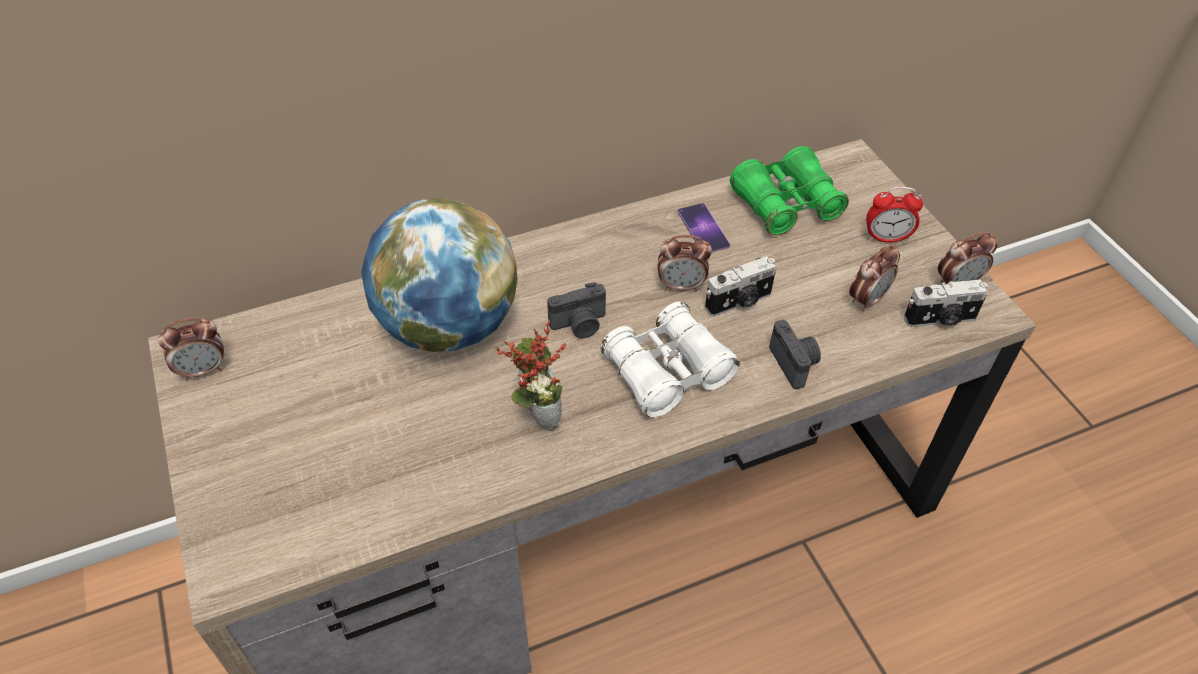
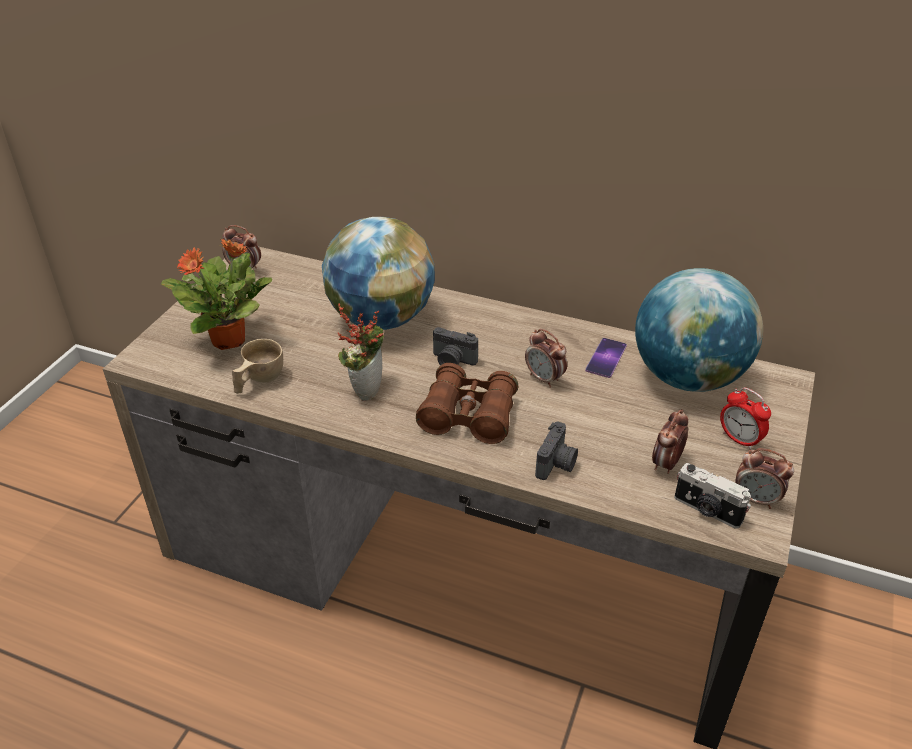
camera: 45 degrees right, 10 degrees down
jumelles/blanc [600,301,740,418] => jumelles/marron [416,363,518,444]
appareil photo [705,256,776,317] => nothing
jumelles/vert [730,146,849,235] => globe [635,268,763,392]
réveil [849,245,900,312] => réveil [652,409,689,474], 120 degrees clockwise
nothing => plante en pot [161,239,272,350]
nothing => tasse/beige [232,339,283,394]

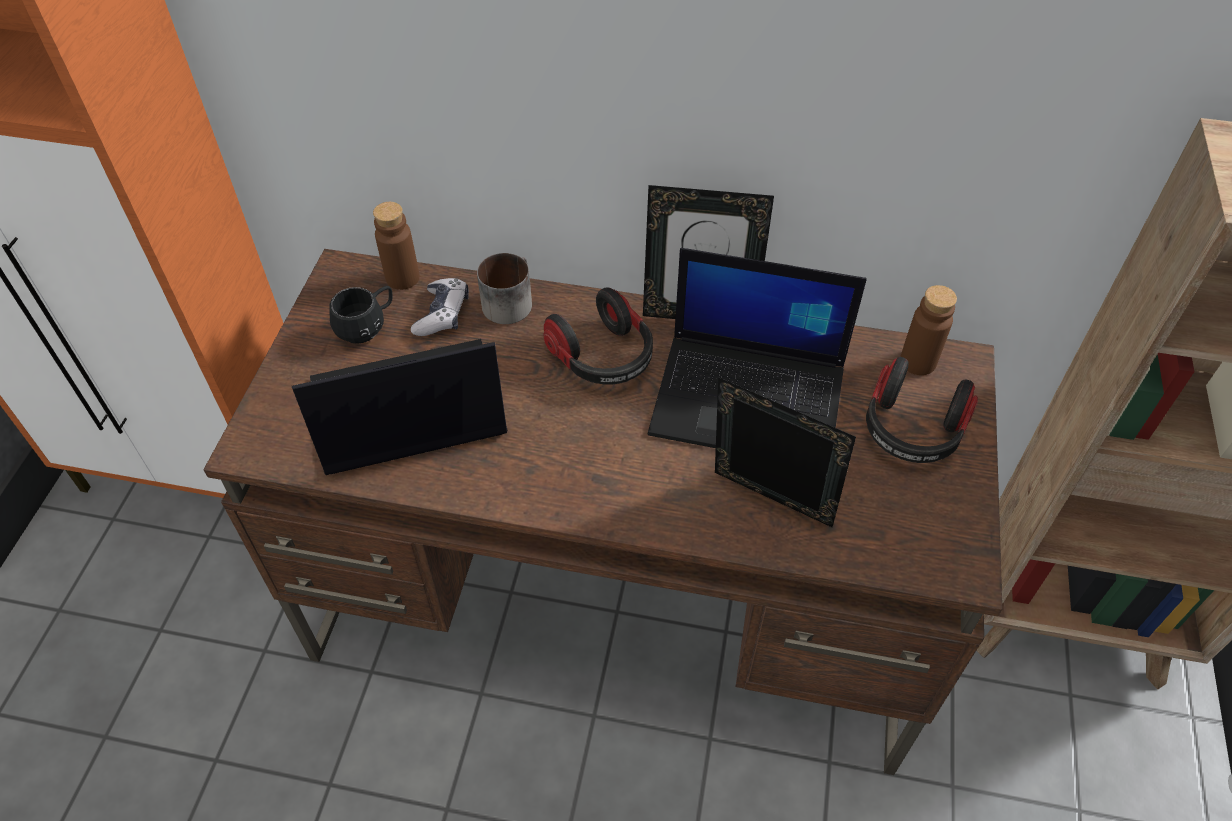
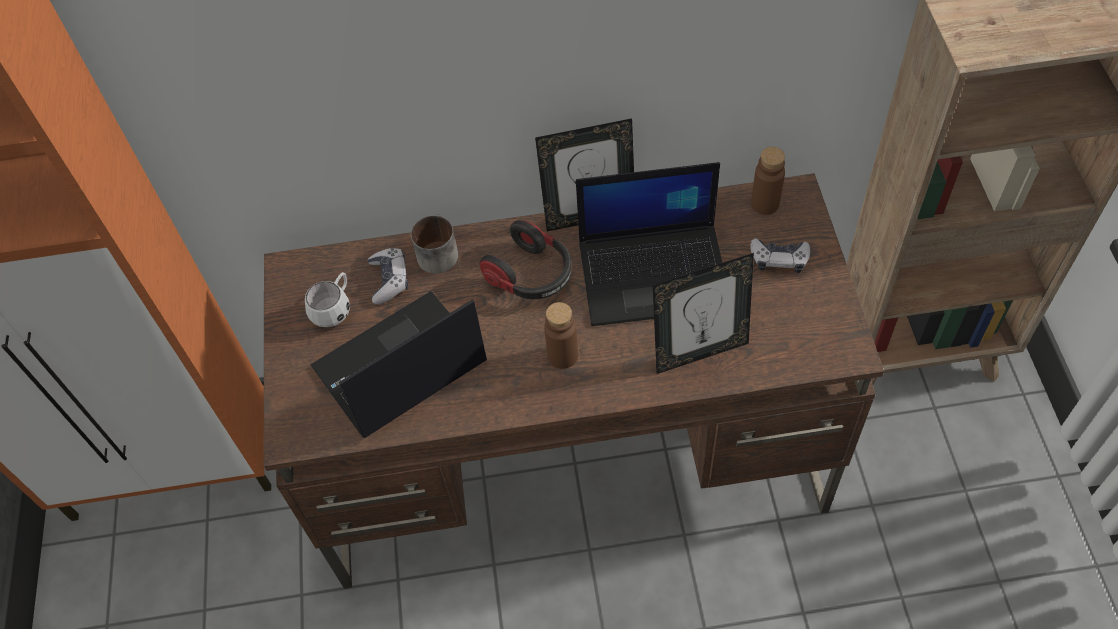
camera: 15 degrees left, 5 degrees up
mug/noir [330,286,393,344] => mug/blanc [305,272,350,327]
bouteille/marron [373,202,420,290] => bouteille/marron [544,302,578,369], relocated
cadre photo [715,377,856,527] => cadre photo [653,253,754,374], 150 degrees clockwise
casque audio [866,357,978,463] => manette [750,238,810,273]

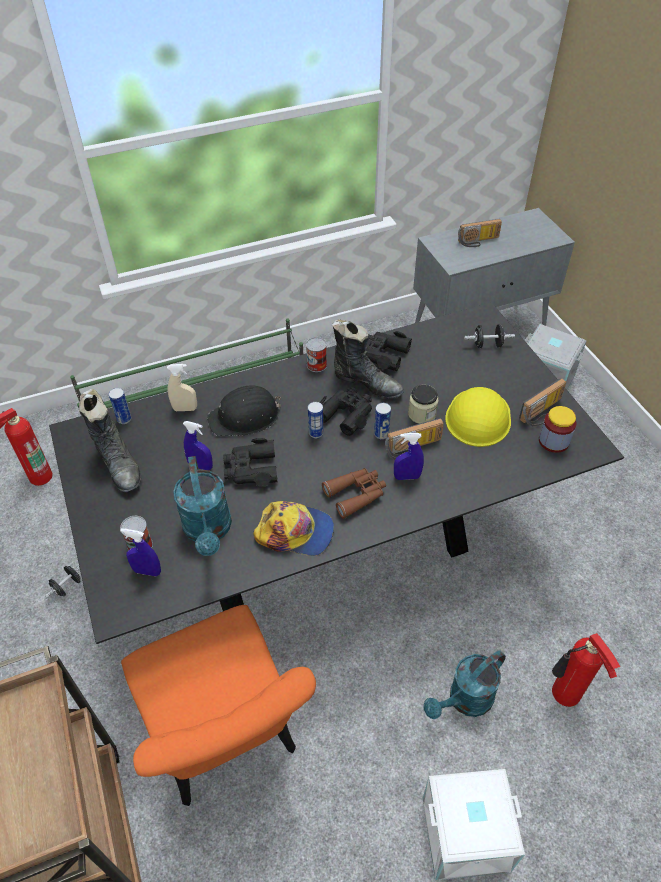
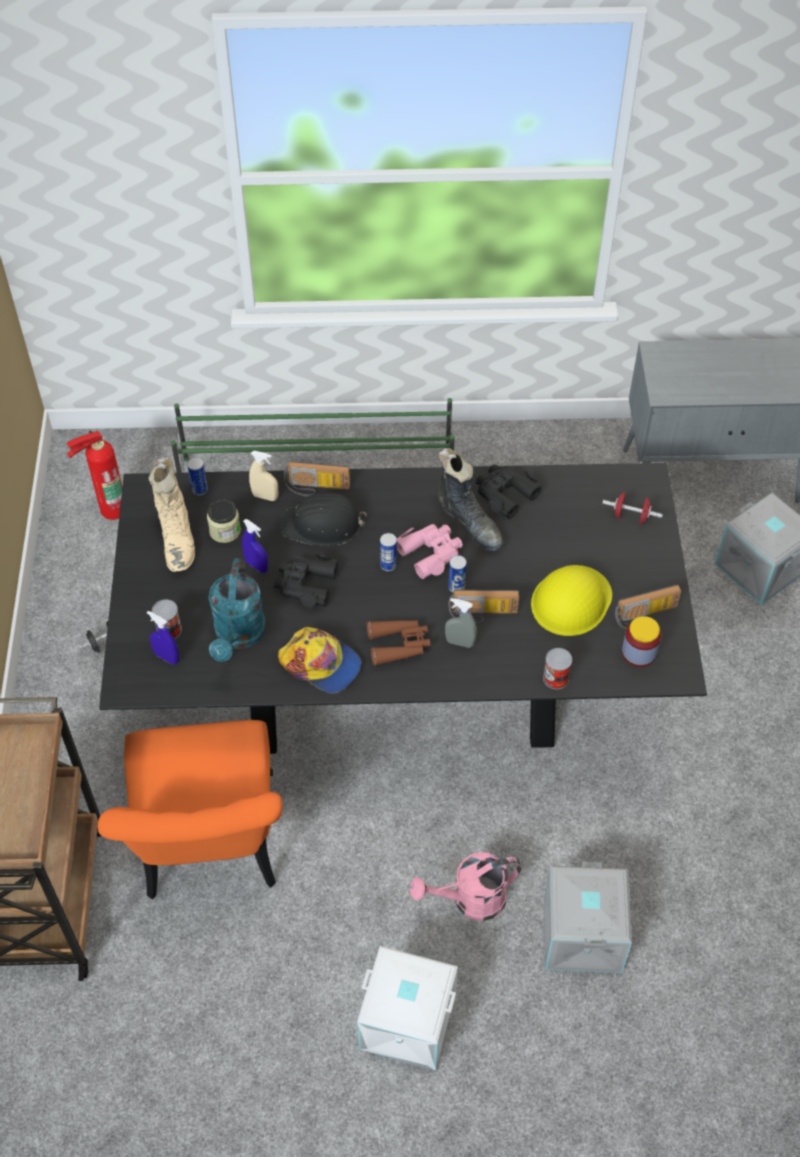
camera: 20 degrees right, 5 degrees up
botte/noir [79,389,141,492] => botte/beige [148,457,195,572]
boîte métallique [306,337,327,372] => boîte métallique [543,648,572,689], relocated
jumelles/noir [319,387,372,436] => jumelles/rose [397,524,463,579]
vaporisateur/bleu [394,433,424,480] => vaporisateur/gris [445,598,477,648]
bocal [408,385,438,424] => bocal [207,499,241,543], relocated
arrosoir/turquoise [424,650,506,719] => arrosoir/rose [410,852,522,921]
radio [458,219,502,247] => radio [284,461,350,497], relocated
haltère/noir [464,324,515,348] => haltère/rouge [602,492,663,525]
extincteur [552,633,621,707] => boîte de rangement/gris [544,862,632,973]

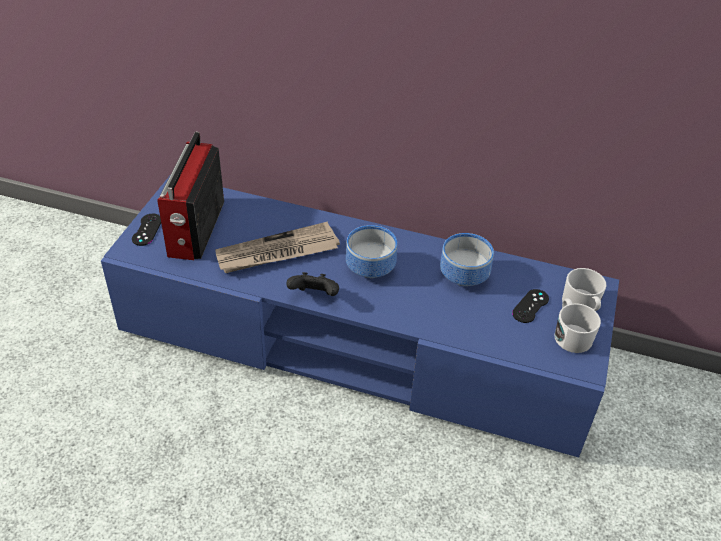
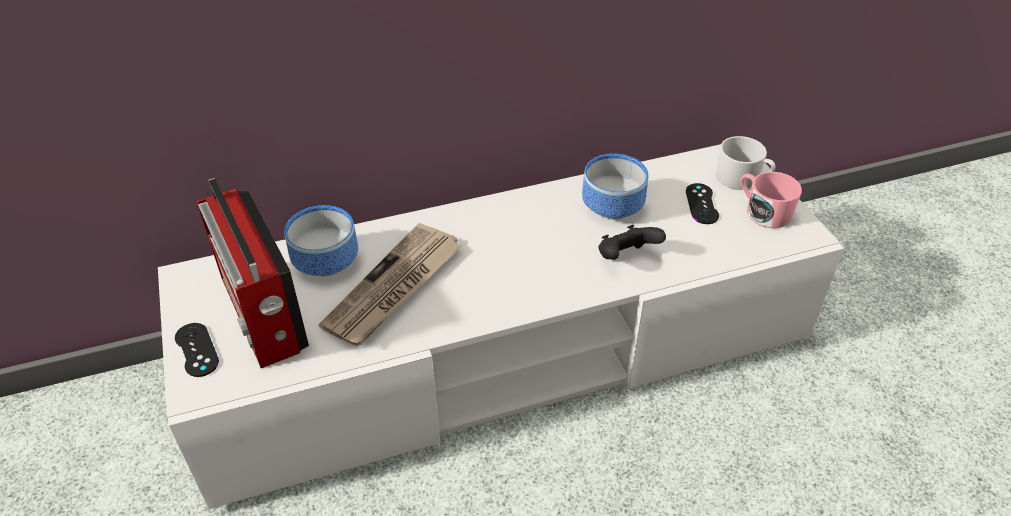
camera: 35 degrees left, 0 degrees up
meuble télé/bleu [101,176,619,457] => meuble télé/blanc [158,144,844,509]
manette/noir [286,272,339,296] => manette/noir [598,225,666,260], relocated
bol [346,225,397,278] => bol [284,205,358,276], relocated
mug/blanc [555,298,601,353] => mug/rose [740,172,802,228]

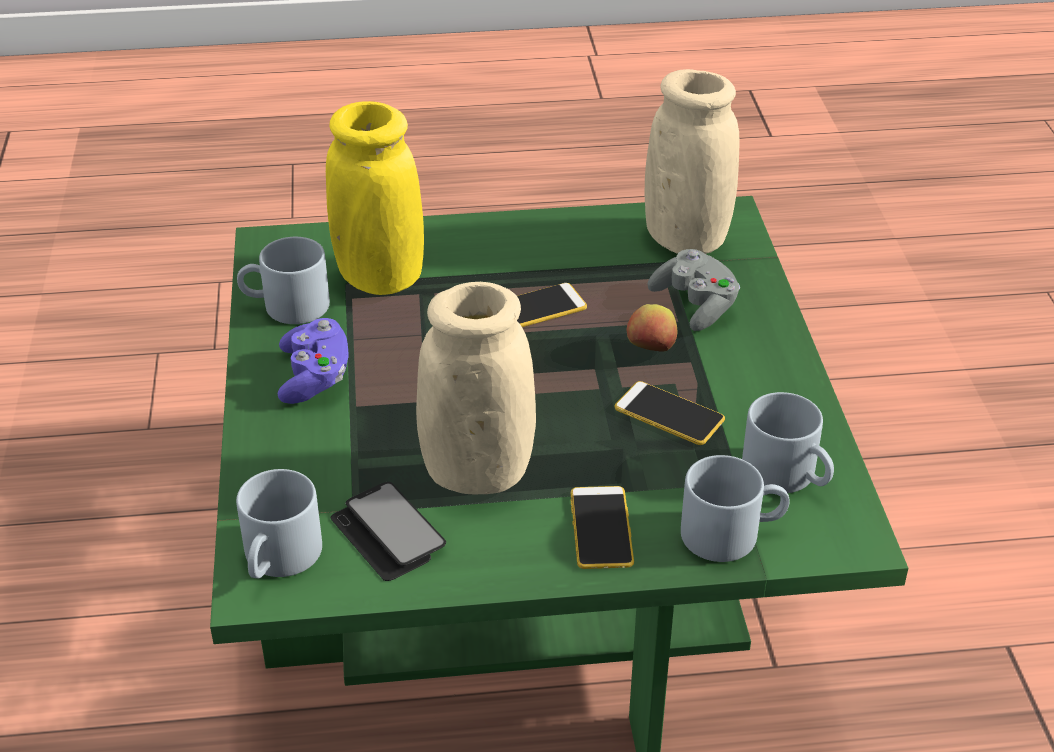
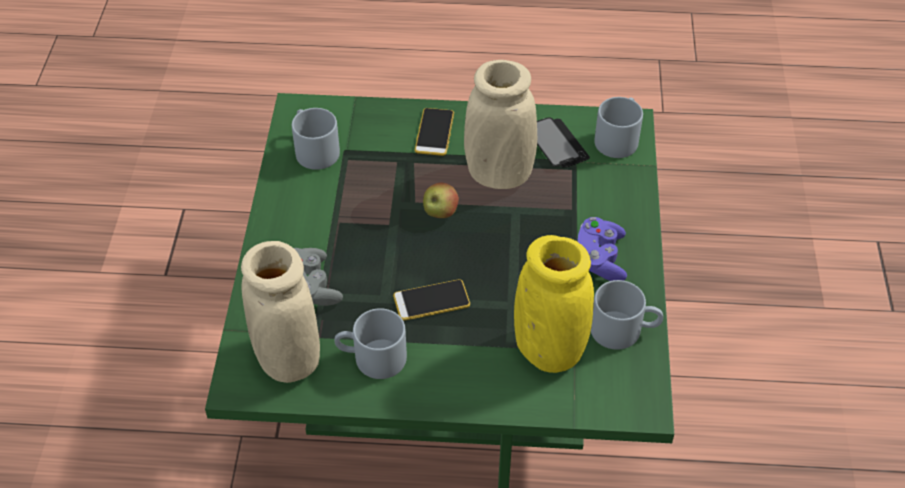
camera: 170 degrees left, 10 degrees up
téléphone [615,381,725,445] => nothing
pomme [627,304,677,352] => pomme [423,183,459,218], relocated
mug/gris [681,455,790,562] => mug/gris [334,308,407,379], relocated

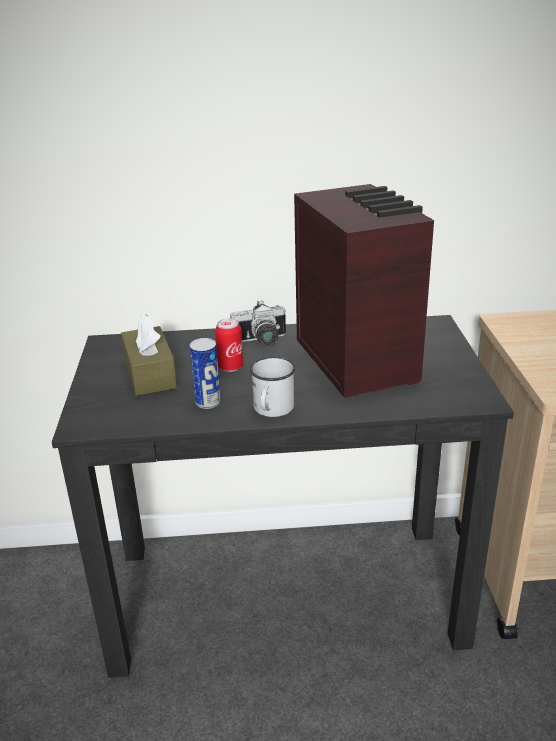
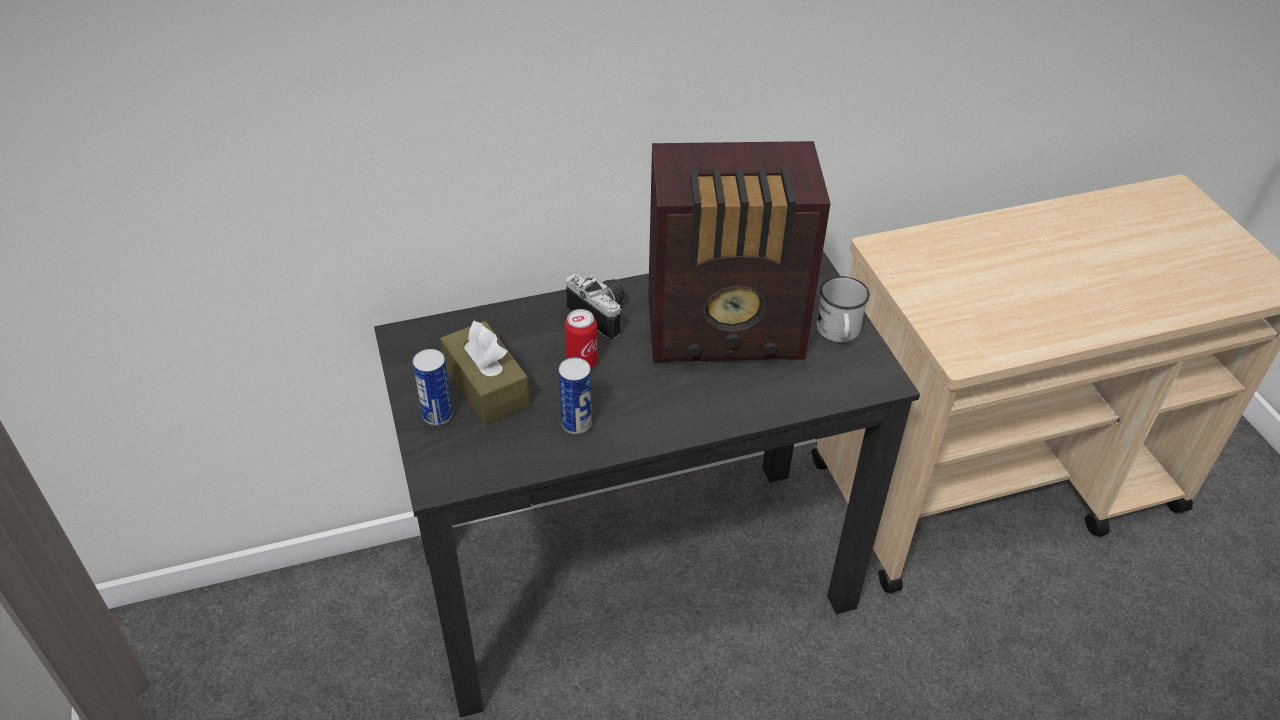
camera: 15 degrees left, 15 degrees up
appareil photo [230,300,286,346] => appareil photo [566,274,625,339], 105 degrees counterclockwise
mug/blanc [250,357,295,417] => mug/blanc [816,276,870,342], relocated
radio [294,184,435,398] => radio [648,141,831,363], 120 degrees clockwise
nothing => boîte métallique [413,349,453,426]

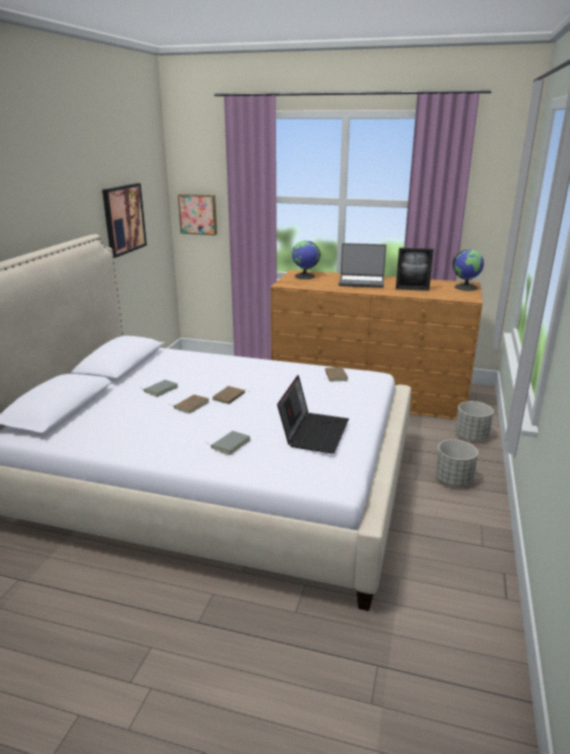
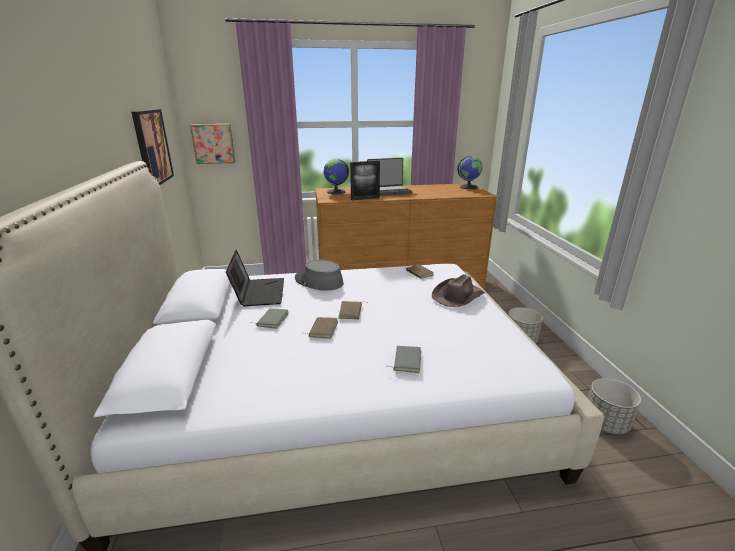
camera: 25 degrees left, 0 degrees up
ordinateur portable [277,375,349,454] => ordinateur portable [226,250,284,306], relocated
cadre photo [396,248,434,291] => cadre photo [350,161,380,200], relocated
cache-pot/gris [455,401,494,440] => cache-pot/gris [588,378,641,434], relocated
nothing => chapeau/gris [295,260,343,291]
nothing => chapeau/marron [432,274,485,307]

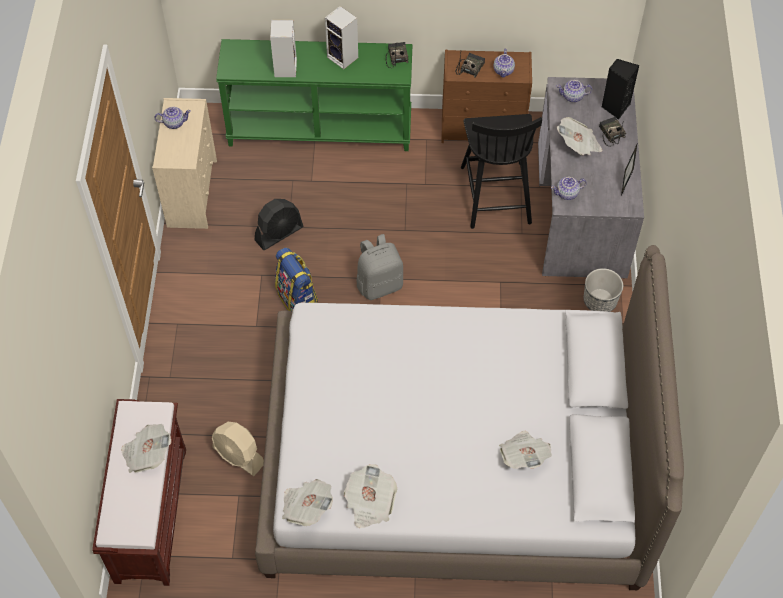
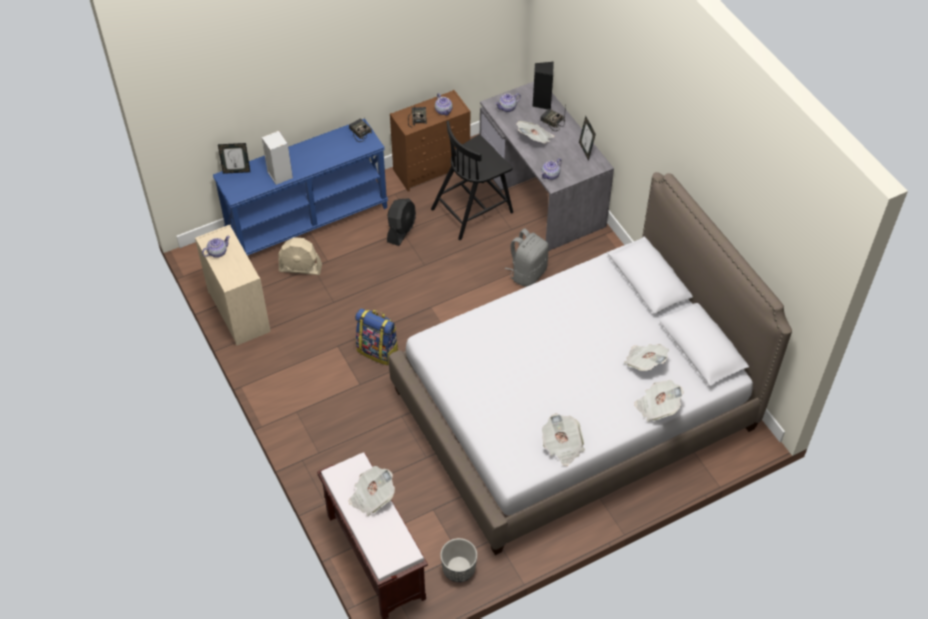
camera: 30 degrees left, 5 degrees down
ventilateur/beige [212,422,264,476] => ventilateur/beige [278,237,322,275], relocated
table console/vert [216,39,412,151] => table console/bleu [213,119,388,256]
ventilateur/noir [255,199,303,250] => ventilateur/noir [387,198,416,246], relocated
journal [282,479,333,526] => journal [634,380,684,422], relocated
enceinte [325,6,358,69] => nothing
sac à dos/gris [356,234,403,300] => sac à dos/gris [505,228,549,287], relocated
chaise/noir [461,114,542,229] => chaise/noir [431,121,513,240], 90 degrees clockwise
cache-pot [584,268,623,312] => cache-pot [440,538,477,582], relocated
nothing => cadre photo [218,143,250,174]

